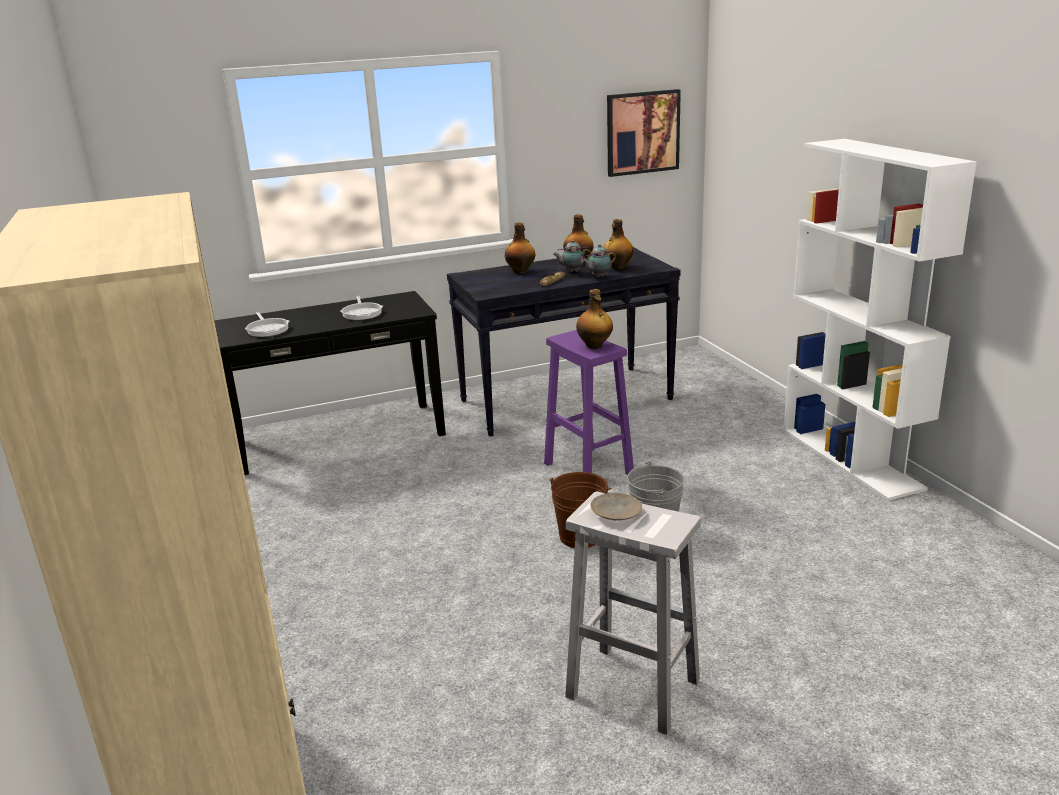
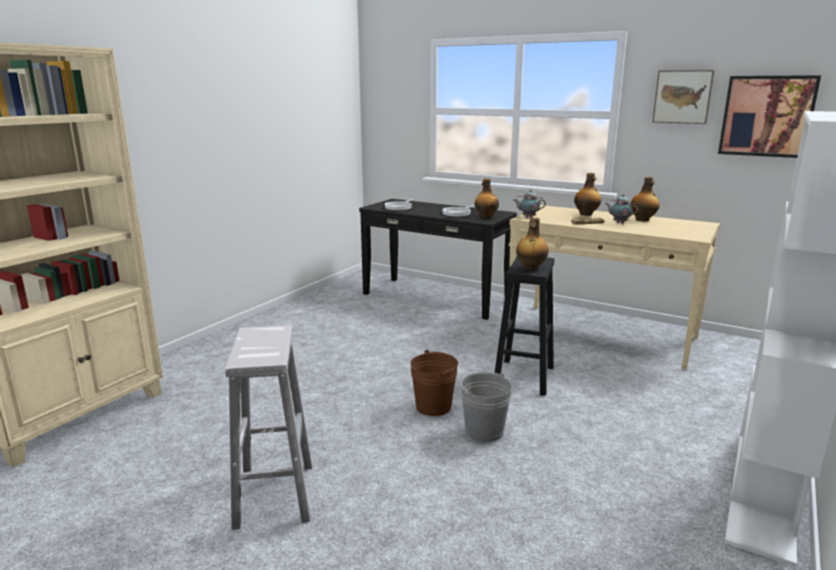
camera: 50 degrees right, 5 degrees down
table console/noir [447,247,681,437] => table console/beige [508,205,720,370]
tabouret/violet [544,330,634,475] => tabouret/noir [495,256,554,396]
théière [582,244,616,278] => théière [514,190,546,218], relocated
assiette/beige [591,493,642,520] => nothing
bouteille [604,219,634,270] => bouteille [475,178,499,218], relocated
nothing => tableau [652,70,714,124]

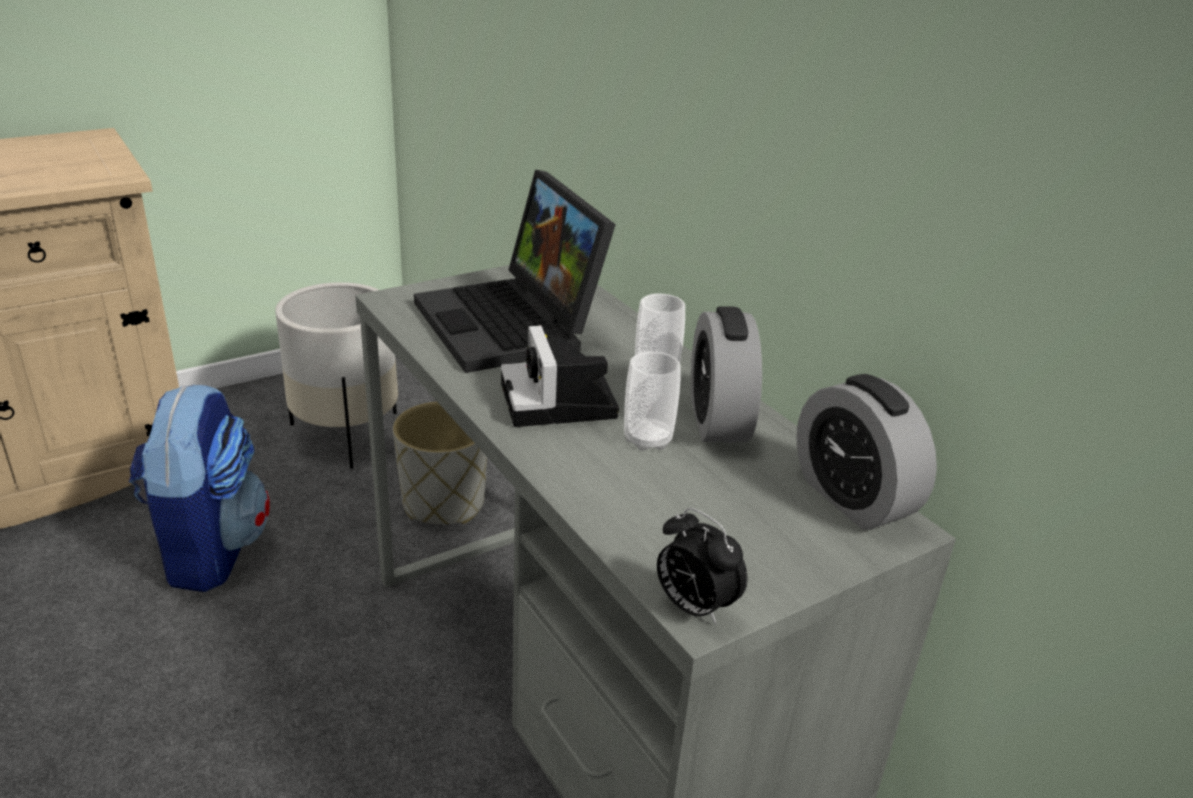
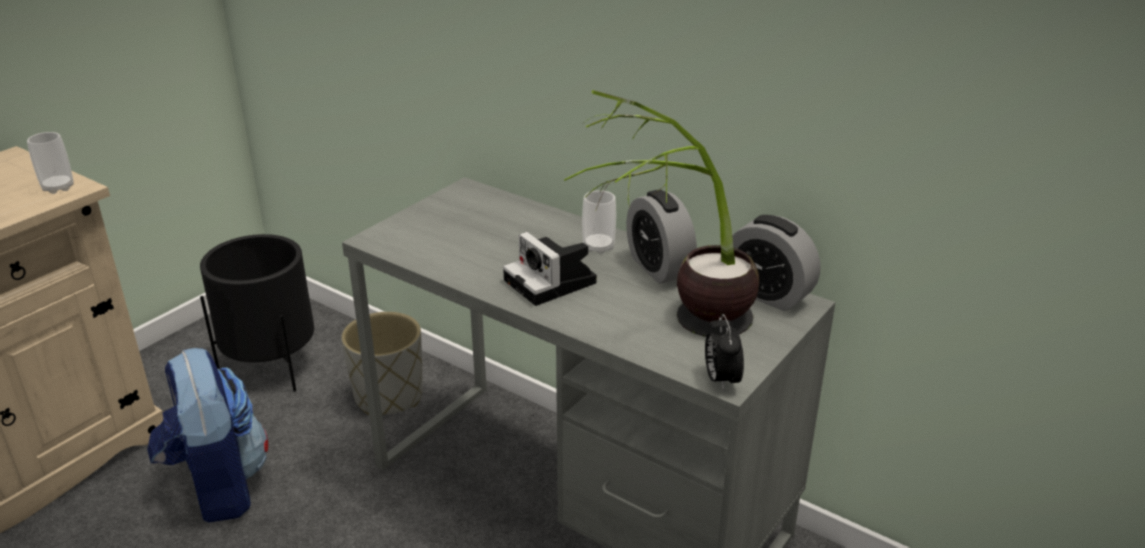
camera: 20 degrees left, 0 degrees up
cache-pot/blanc [275,282,398,469] => cache-pot/noir [200,234,314,392]
ordinateur portable [414,170,616,373] => nothing
tasse [624,351,681,451] => tasse [27,132,74,194], relocated
réveil [657,508,748,625] => réveil [705,314,744,392], 60 degrees clockwise
nothing => plante en pot [564,90,759,337]

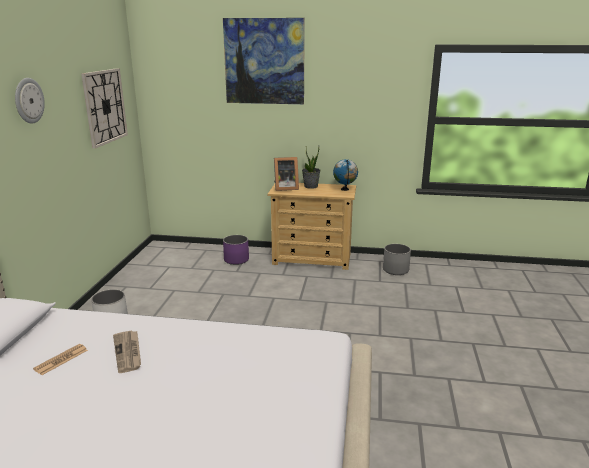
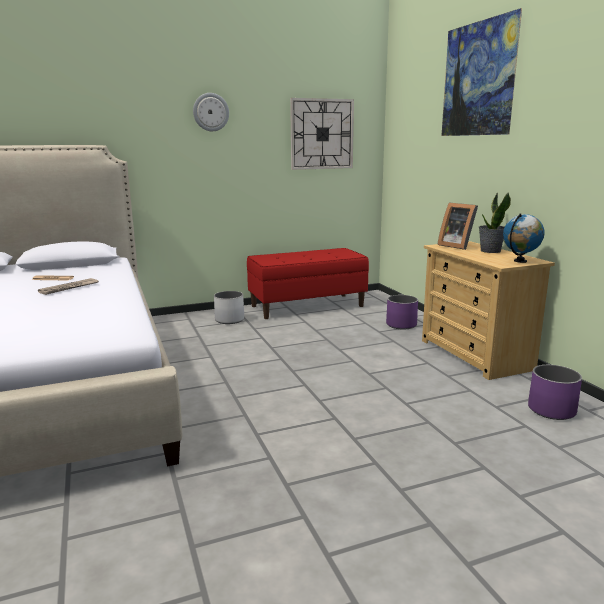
camera: 60 degrees right, 5 degrees down
cache-pot/gris [383,244,411,275] => cache-pot/violet [528,365,582,420]
nothing => banc/rouge [247,248,369,319]

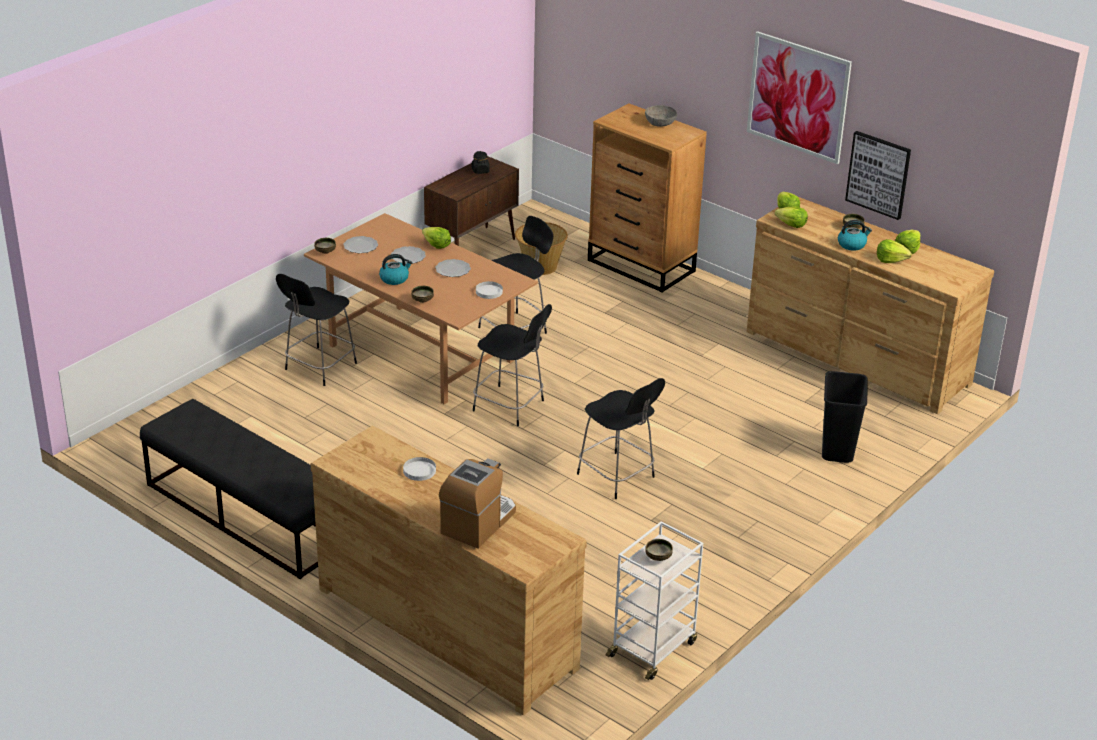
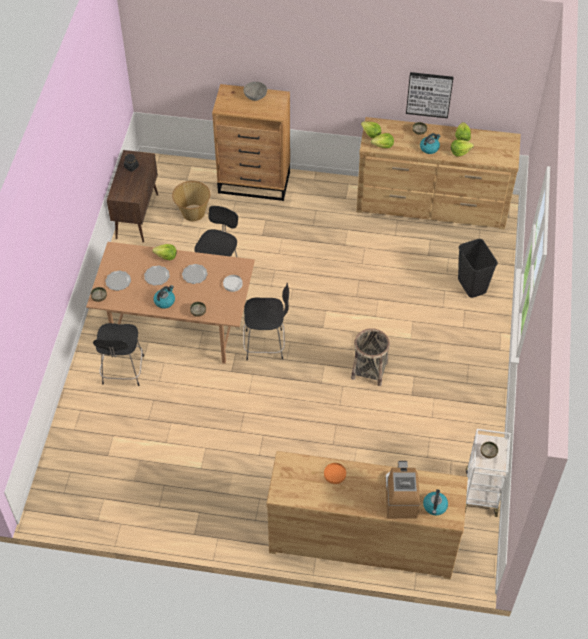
camera: 30 degrees left, 20 degrees up
banc/noir [140,399,318,579] => nothing
assiette/blanc [403,457,436,481] => assiette/orange [324,463,346,484]
chaise/noir [577,378,665,499] => panier [351,328,390,386]
tableau [747,31,852,164] => nothing
nothing => bouilloire [423,489,448,516]

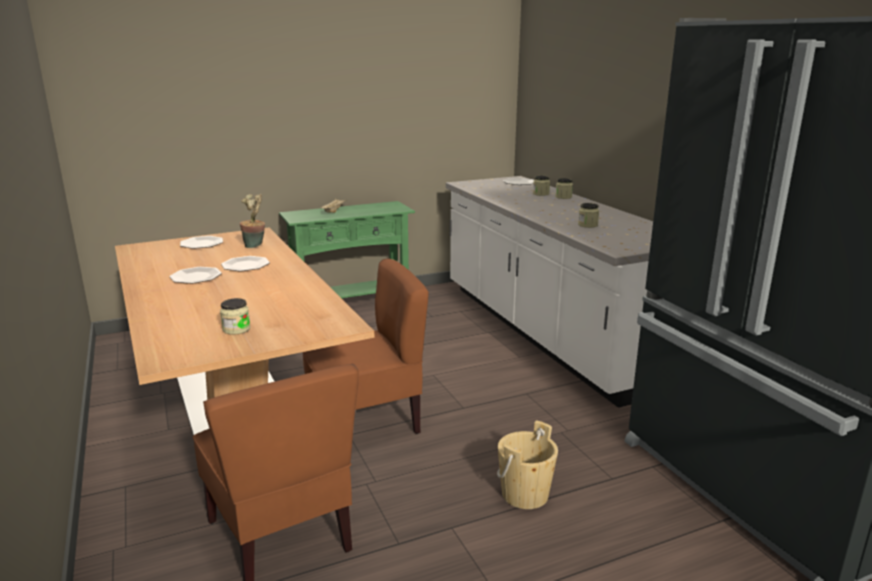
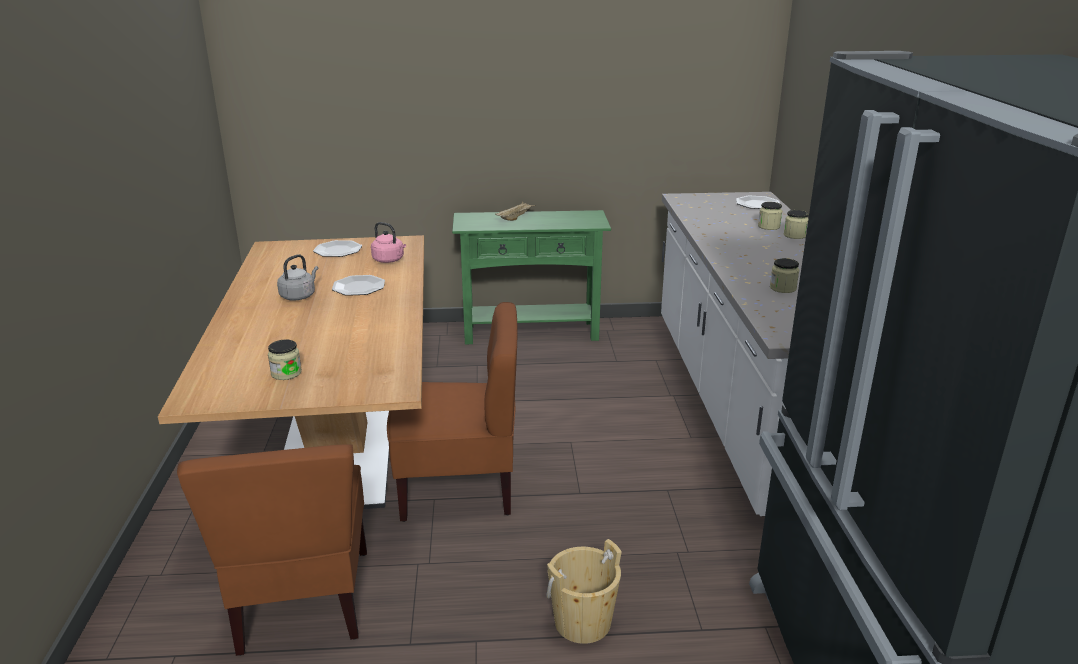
camera: 20 degrees right, 5 degrees up
assiette [169,267,222,284] => bouilloire/gris [277,254,318,300]
plante en pot [240,194,265,248] => bouilloire/rose [371,222,406,263]

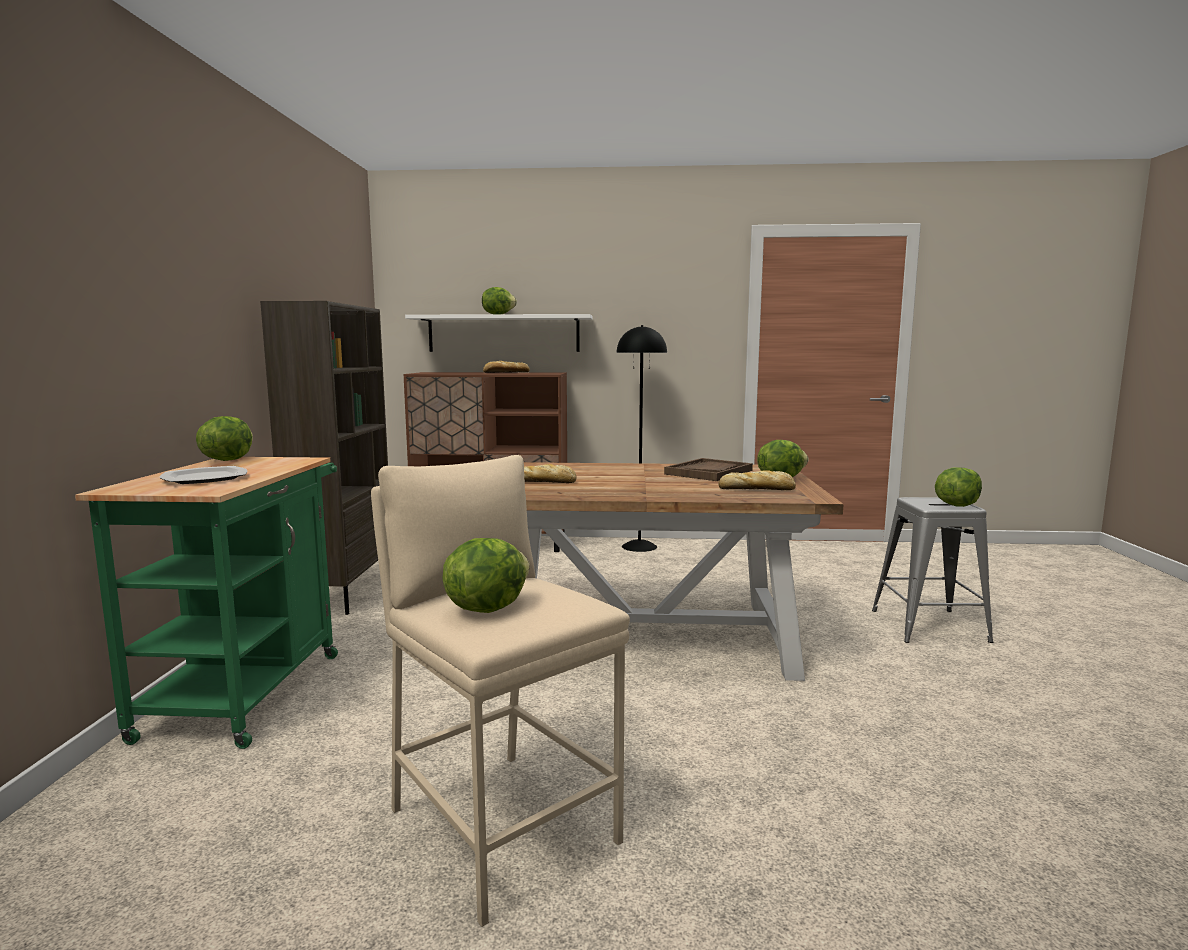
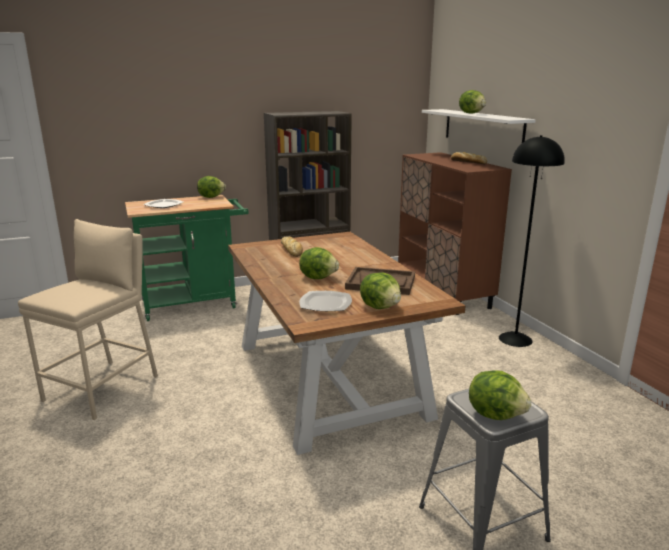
camera: 65 degrees right, 10 degrees up
laitue [442,538,530,613] => laitue [299,247,339,279], relocated
pain [719,470,796,490] => assiette [299,291,352,311]

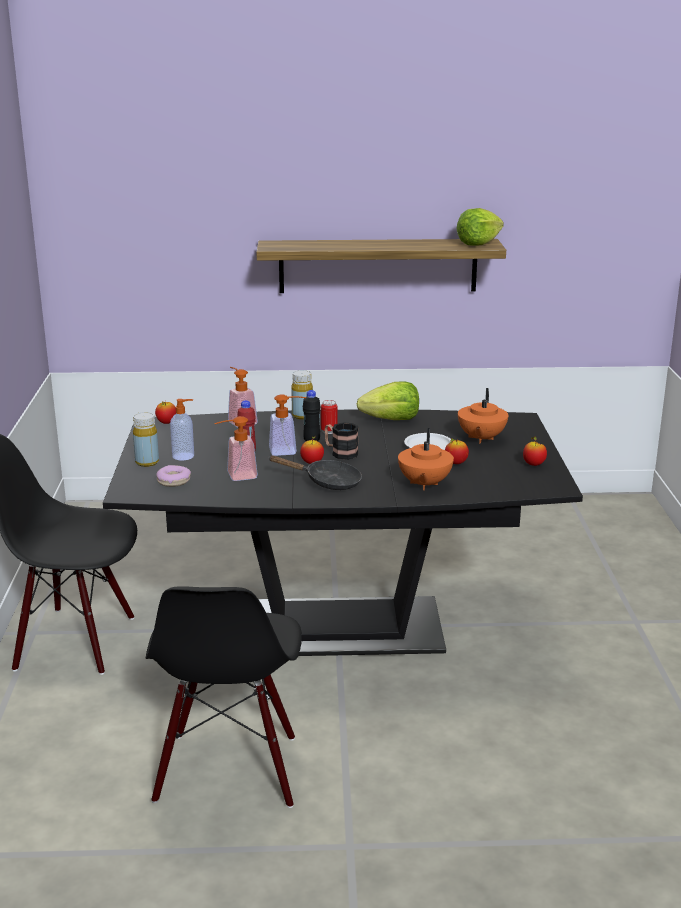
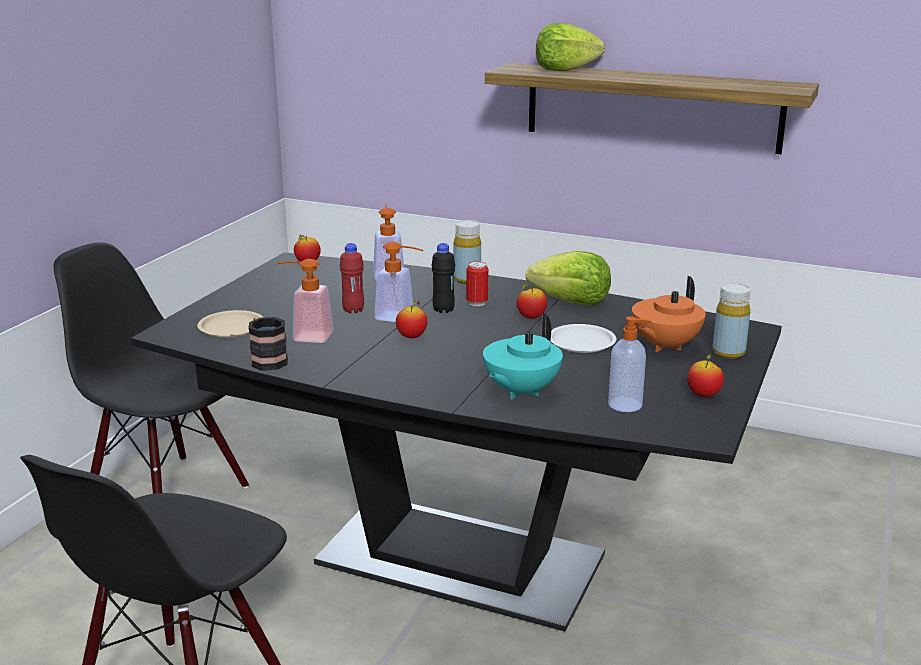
camera: 25 degrees right, 0 degrees up
bouteille/jaune [133,412,159,467] => bouteille/jaune [713,283,751,359], relocated
beignet [156,465,191,487] => assiette/beige [197,310,263,338]
distributeur de savon [170,399,194,460] => distributeur de savon [608,317,652,412], relocated
poêle/noir [269,456,362,490] => nothing
mug [325,422,359,460] => mug [248,317,288,371], relocated
théière/orange [398,428,454,490] => théière/turquoise [483,313,563,399]
pomme [445,438,469,464] => pomme [516,284,547,319], relocated
laitue [456,208,504,246] => laitue [536,23,605,71], relocated

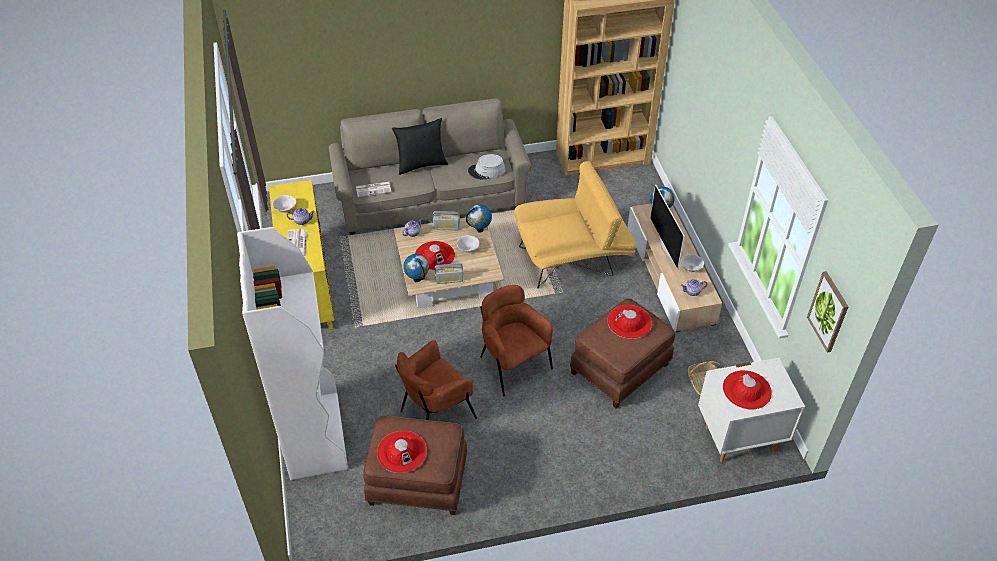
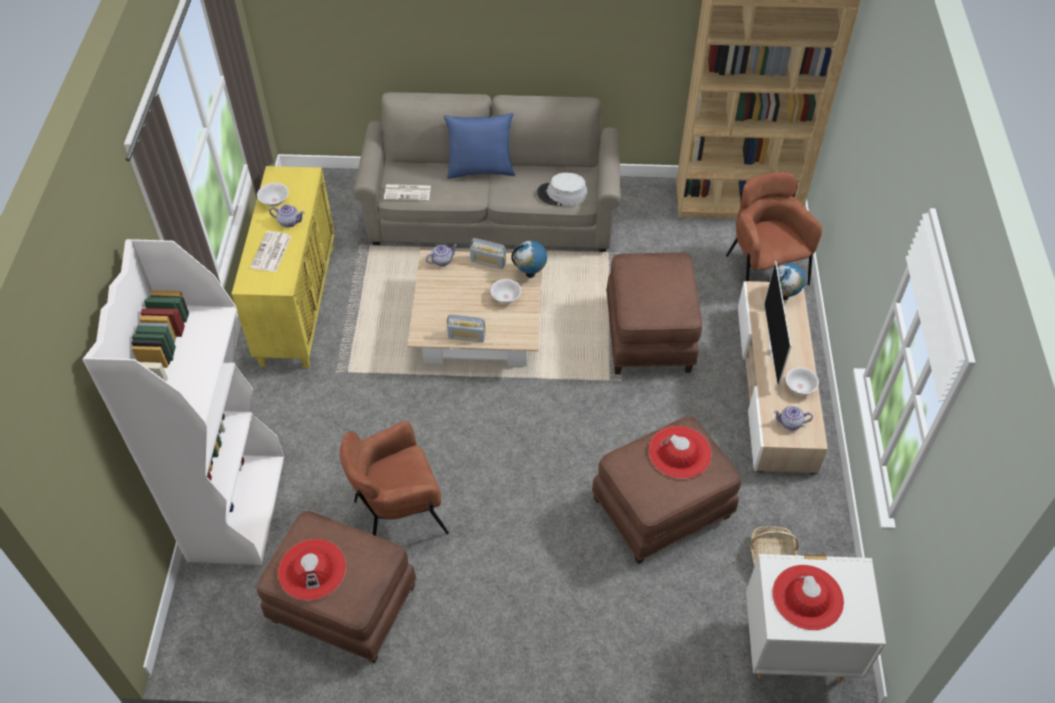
camera: 15 degrees right, 5 degrees up
coussin/noir [392,118,448,175] => coussin/bleu [444,113,515,179]
globe [403,254,429,282] => nothing
chapeau/rouge [415,241,455,270] => nothing
fauteuil/marron [480,285,553,397] => fauteuil/marron [726,172,822,285], relocated
fauteuil/jaune [514,161,636,289] => pouf/marron [606,252,702,374]
tableau [807,271,848,353] => nothing

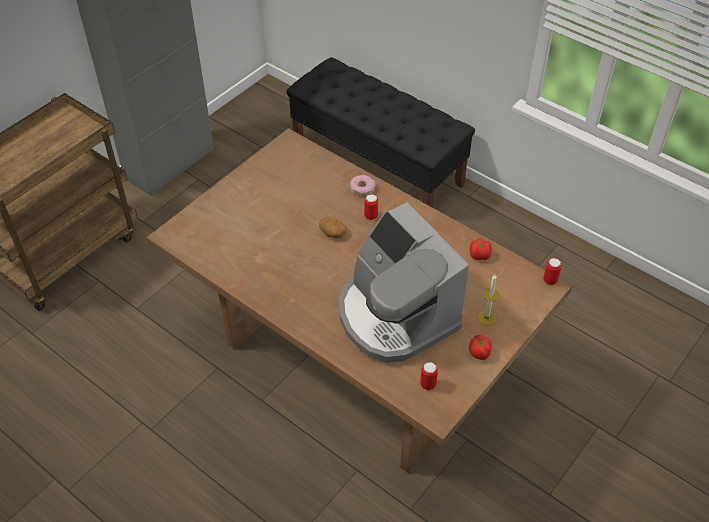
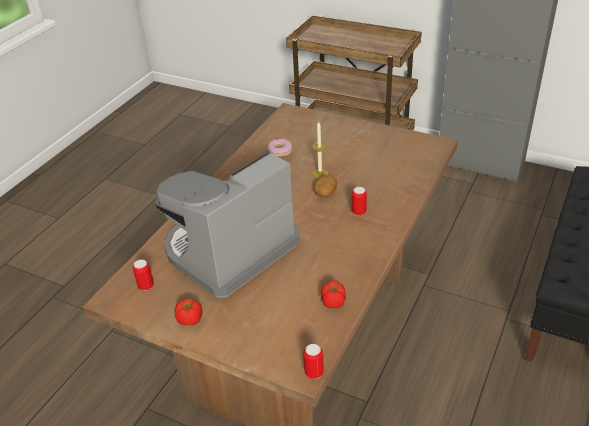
camera: 80 degrees right, 10 degrees down
beignet [350,175,376,196] => beignet [268,139,292,157], relocated
bougie [478,275,499,325] => bougie [312,122,328,179], relocated

